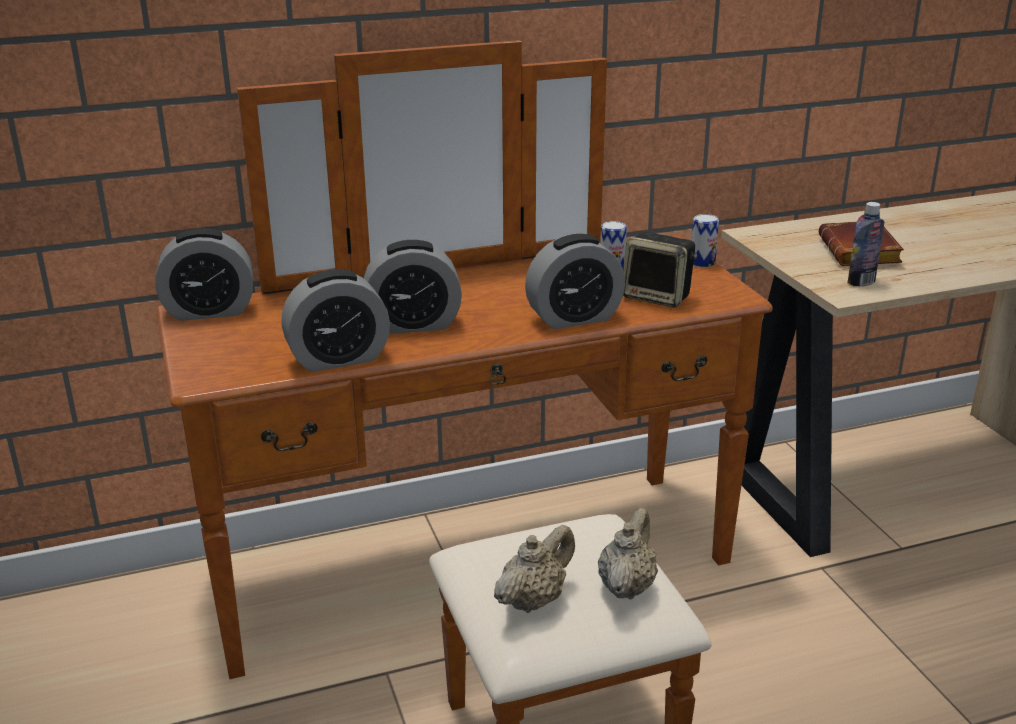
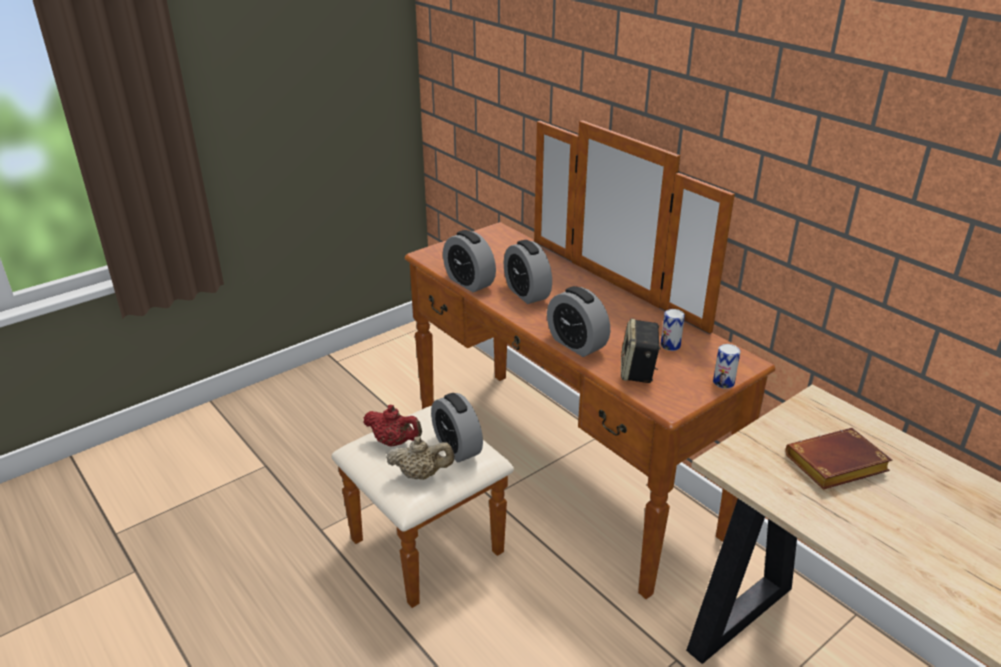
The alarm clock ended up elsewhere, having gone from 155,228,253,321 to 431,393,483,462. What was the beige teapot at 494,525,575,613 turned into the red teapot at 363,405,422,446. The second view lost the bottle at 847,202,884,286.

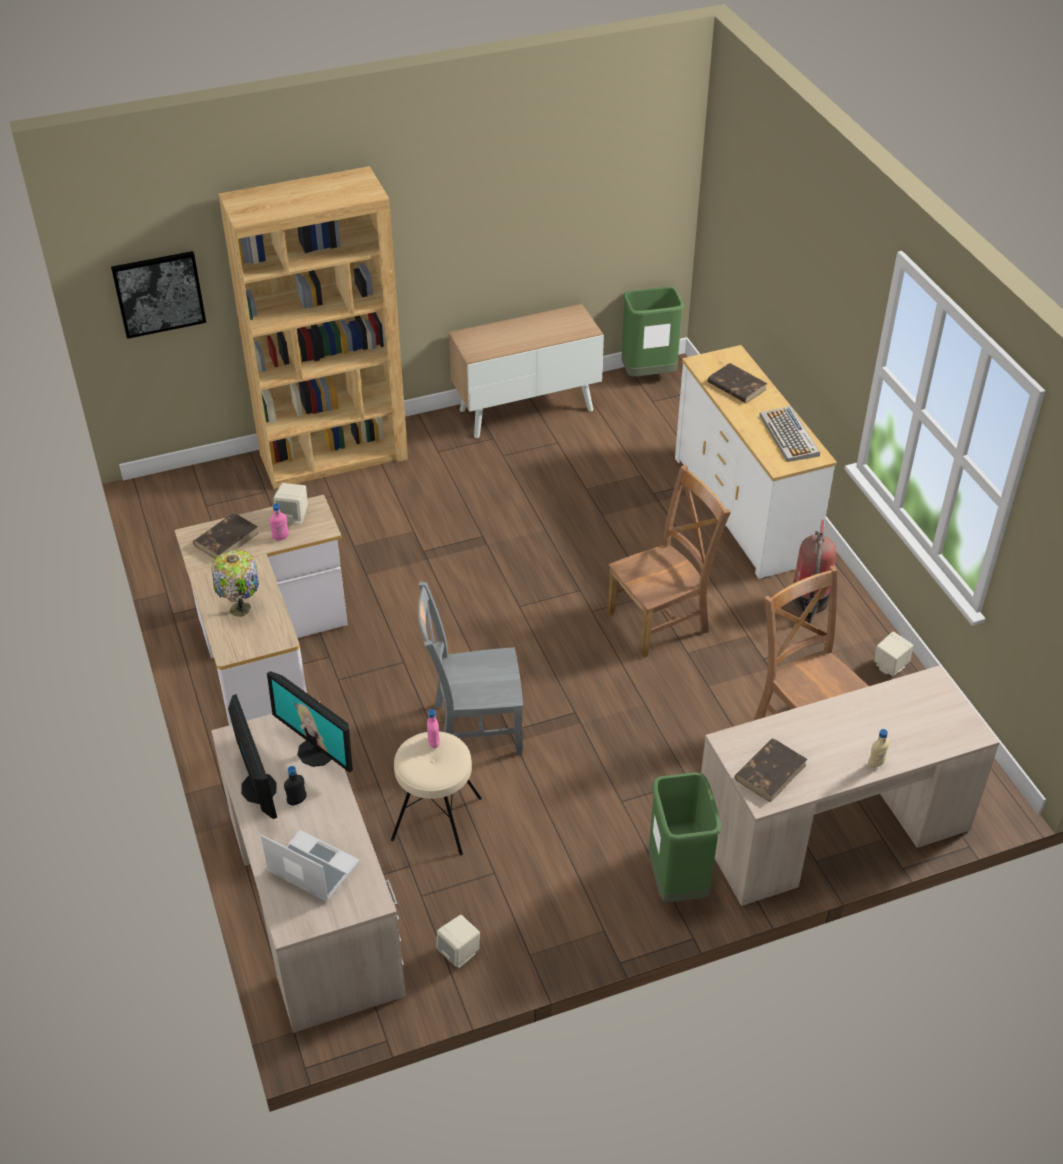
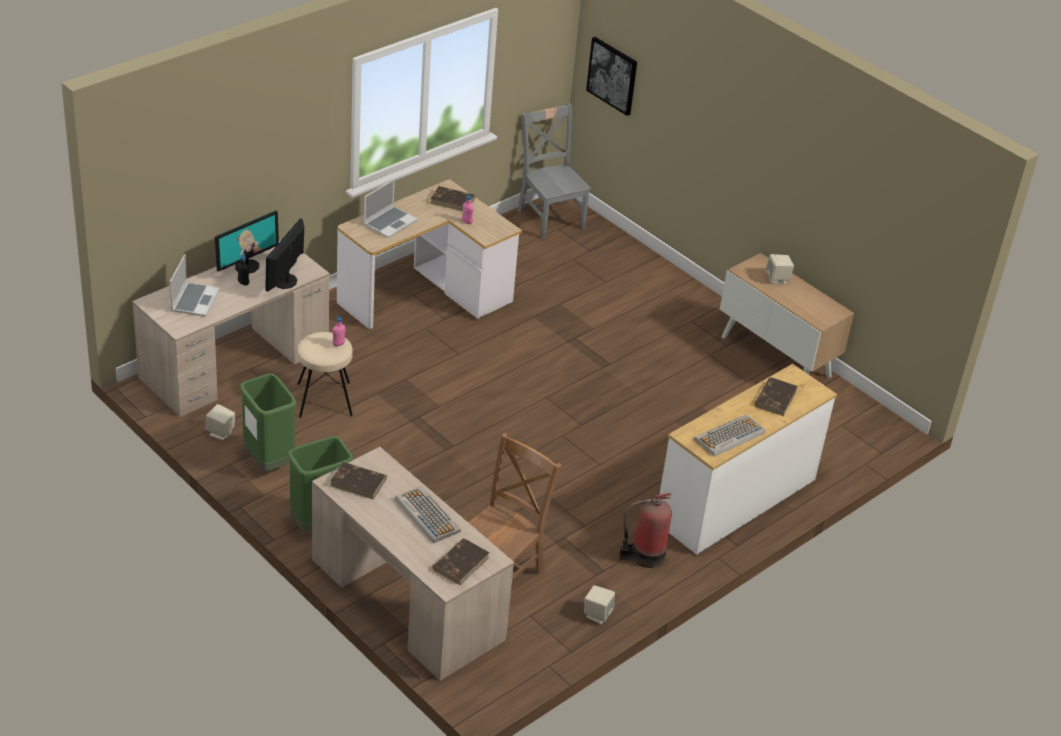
Where the table lamp stood at 211,550,259,617, the laptop came to stand at 364,179,418,238. The second view lost the brown bookcase at 218,166,408,489. The beige speaker ended up elsewhere, having gone from 273,483,308,524 to 766,254,794,285. The grey chair ended up elsewhere, having gone from 418,582,523,755 to 517,103,591,239. The second view lost the brown chair at 607,464,731,658. The green trash can ended up elsewhere, having gone from 621,287,684,377 to 240,374,296,471. The second view lost the beige bottle at 868,729,889,768. The second view gained the keyboard at 395,486,461,543. The second view gained the brown book at 433,538,490,585.

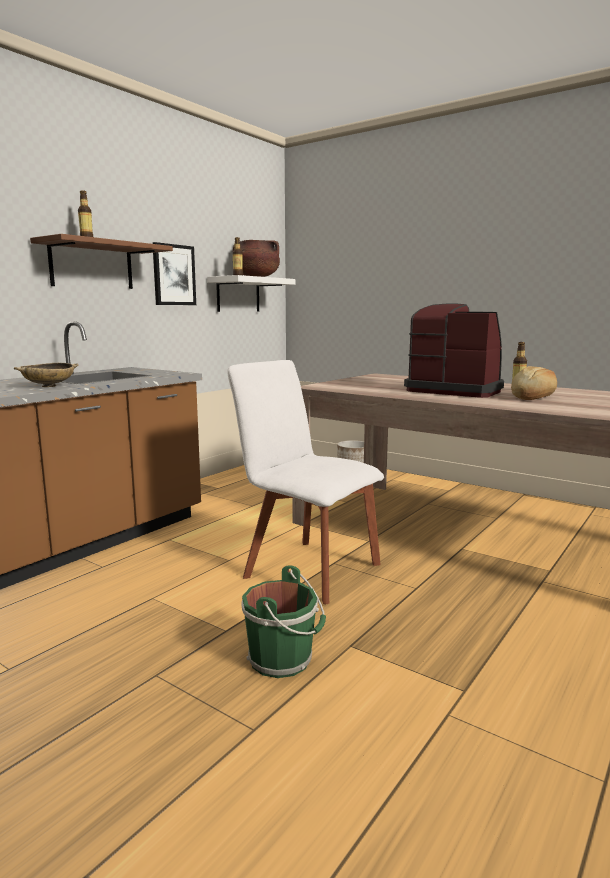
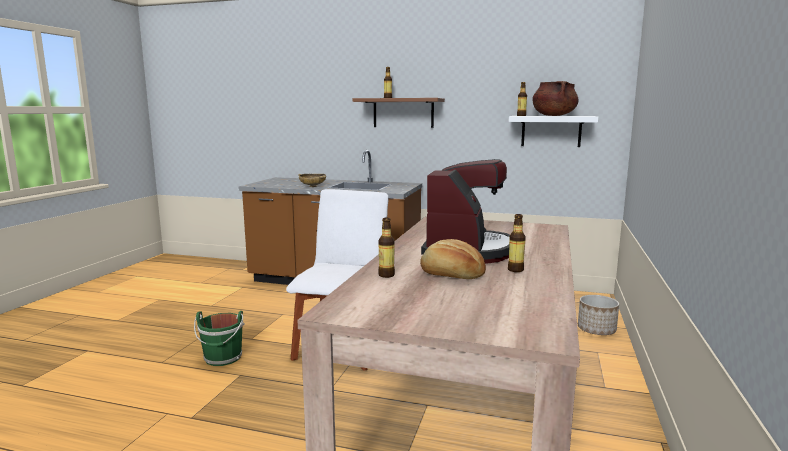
The second view lost the picture at 152,242,196,305. The second view gained the bottle at 378,217,395,278.

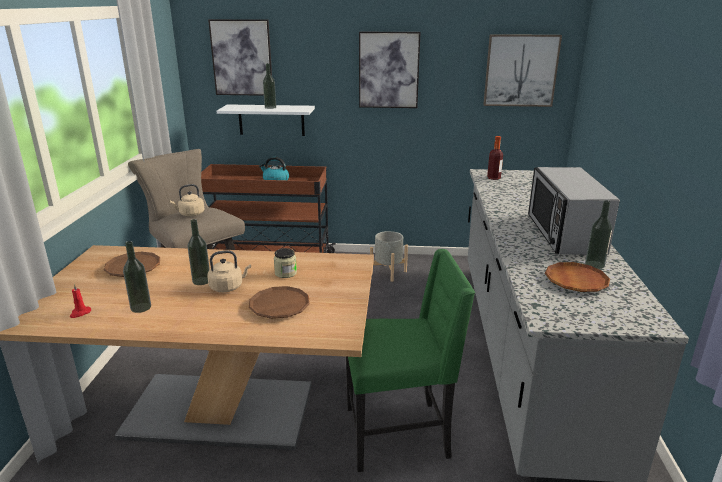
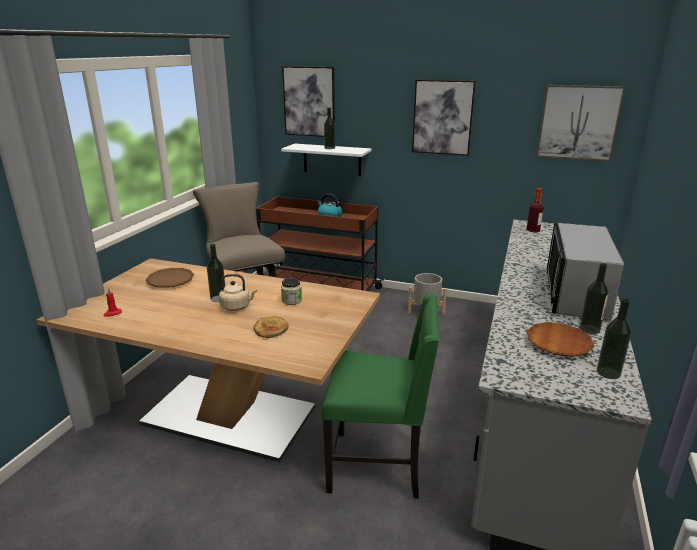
The bottle ended up elsewhere, having gone from 123,241,151,313 to 597,298,631,379. The second view lost the beige kettle at 170,184,204,216. Where the brown plate stood at 249,286,310,319, the bread came to stand at 253,317,289,338.

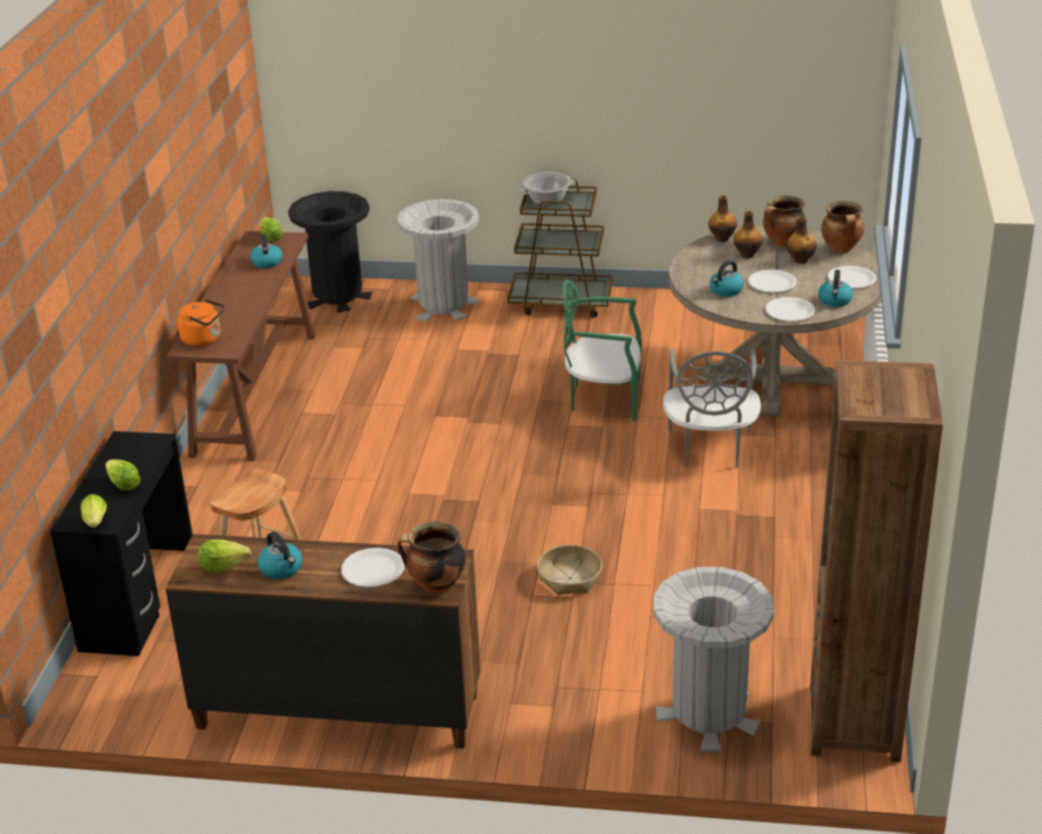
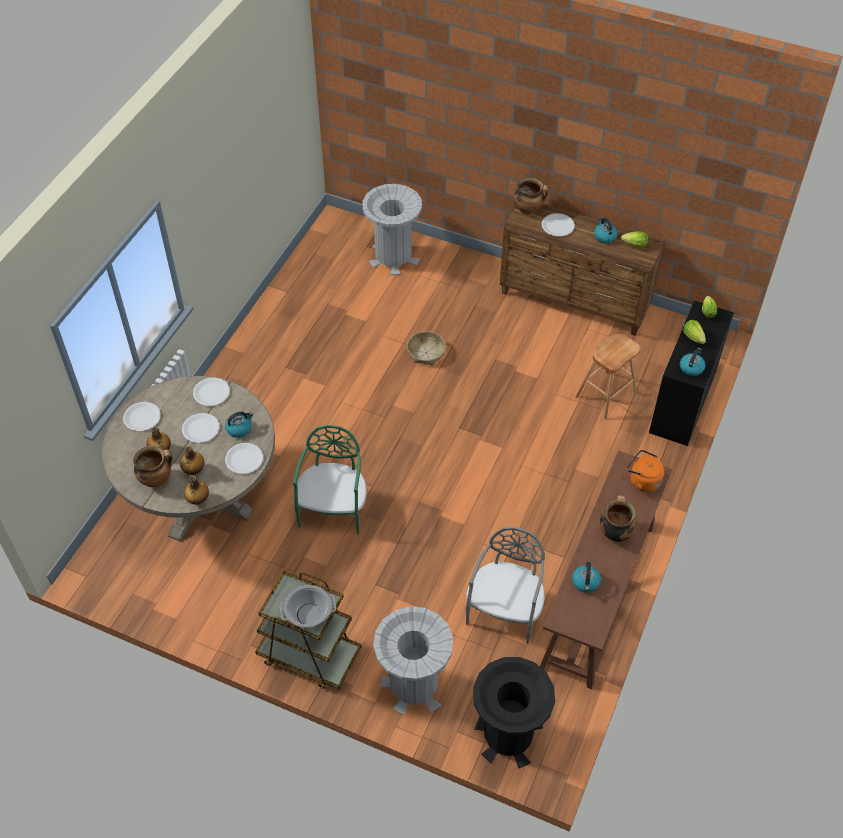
The second view lost the lettuce at 260,217,283,242. The green chair at 563,280,642,421 ended up facing another way, 105 degrees counterclockwise from before. The grey chair ended up elsewhere, having gone from 663,349,761,468 to 466,527,545,644. The second view lost the brown bookcase at 810,360,943,762. The kettle ended up elsewhere, having gone from 818,270,853,307 to 680,348,705,376. The cooking pot ended up elsewhere, having gone from 821,201,864,253 to 600,495,637,542. The second view gained the white plate at 225,443,263,474.

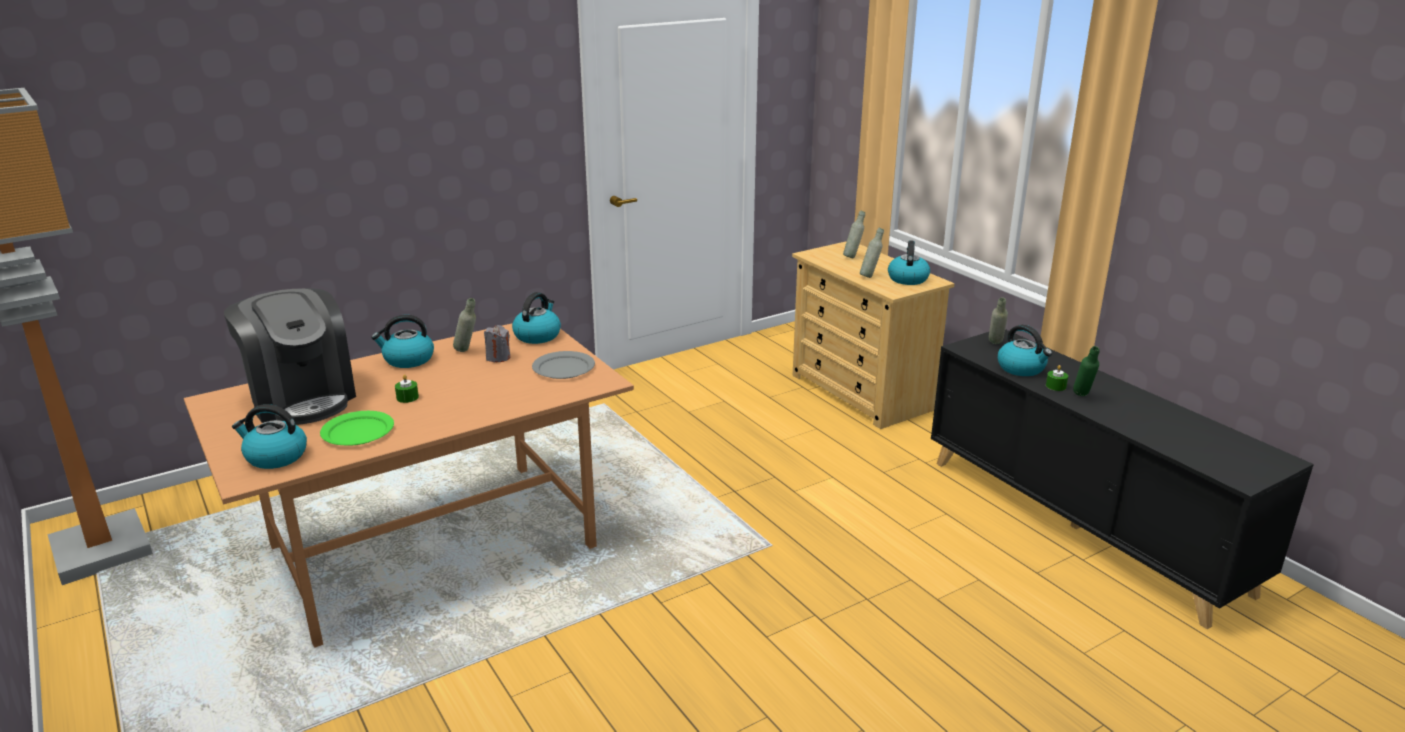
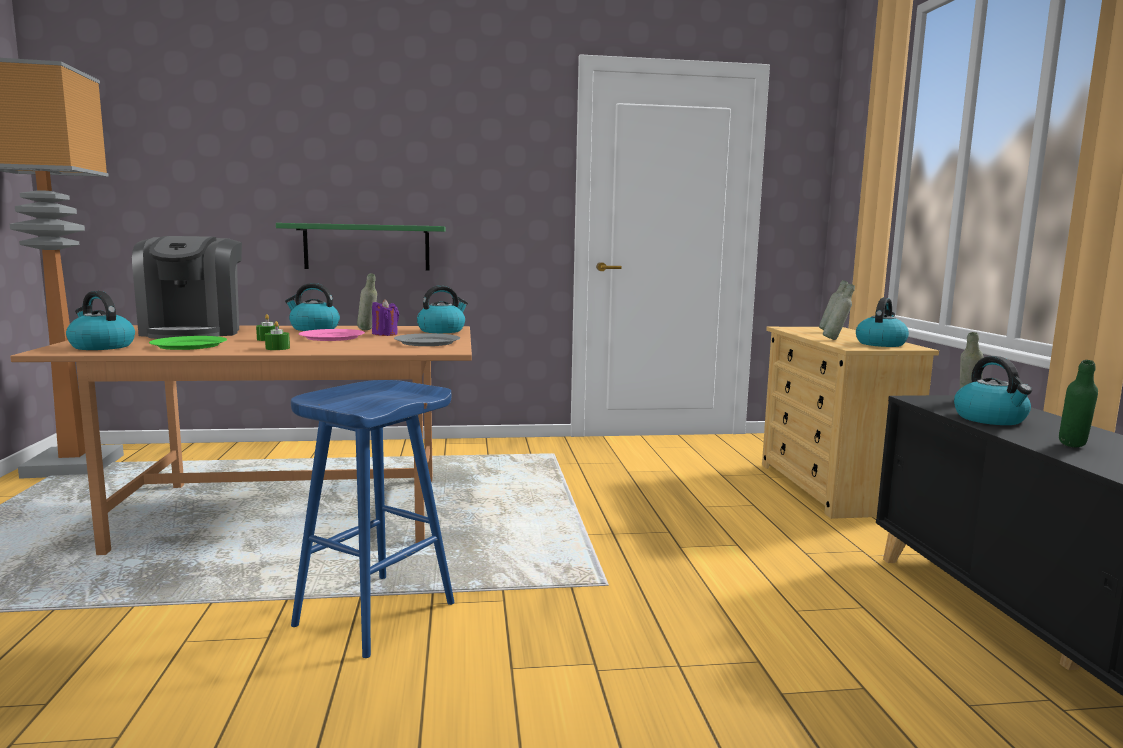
What was the grey candle at 484,325,510,362 turned into the purple candle at 372,299,399,336. The green candle ended up elsewhere, having gone from 1046,365,1068,391 to 265,321,290,350. The second view gained the green shelf at 276,223,446,271. The second view gained the blue stool at 291,380,455,658. The second view gained the pink plate at 299,329,365,341.

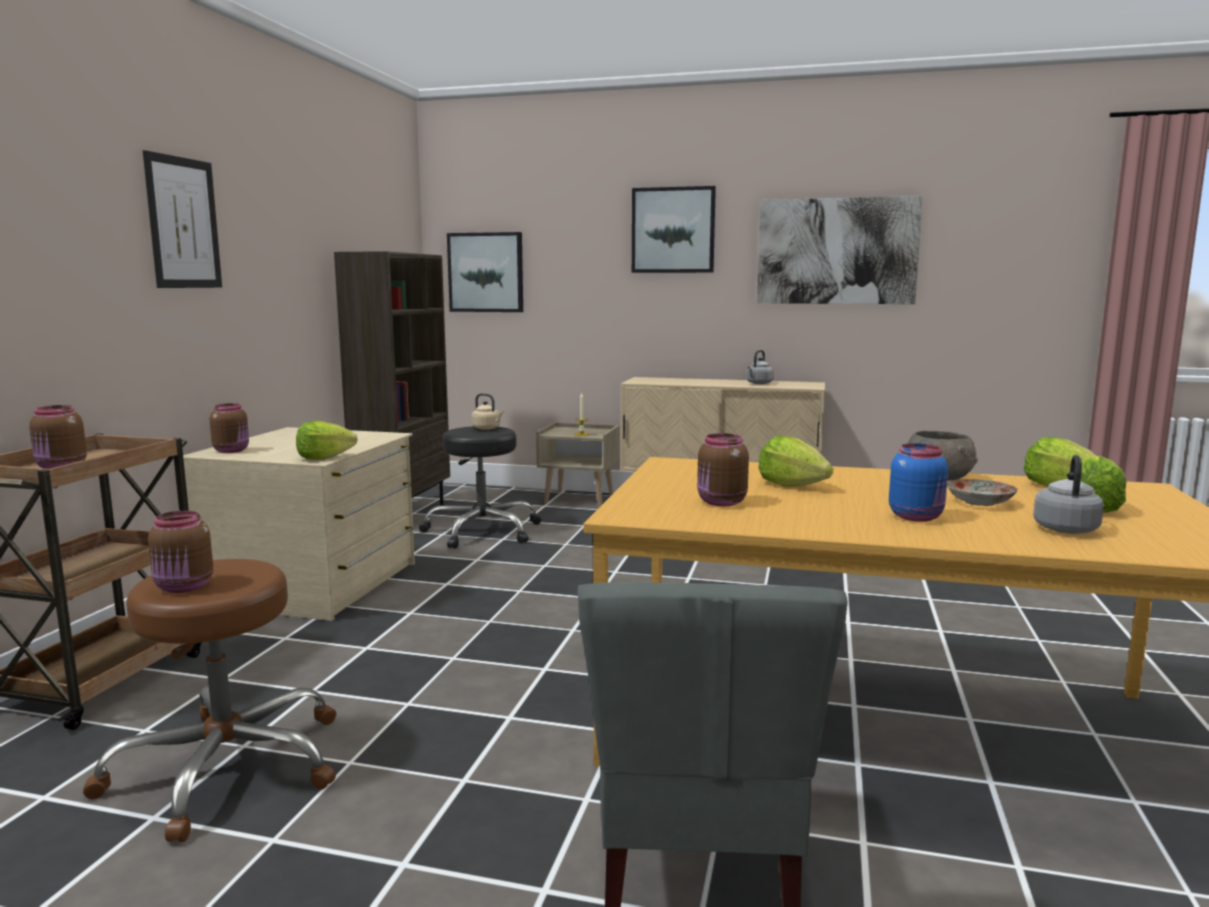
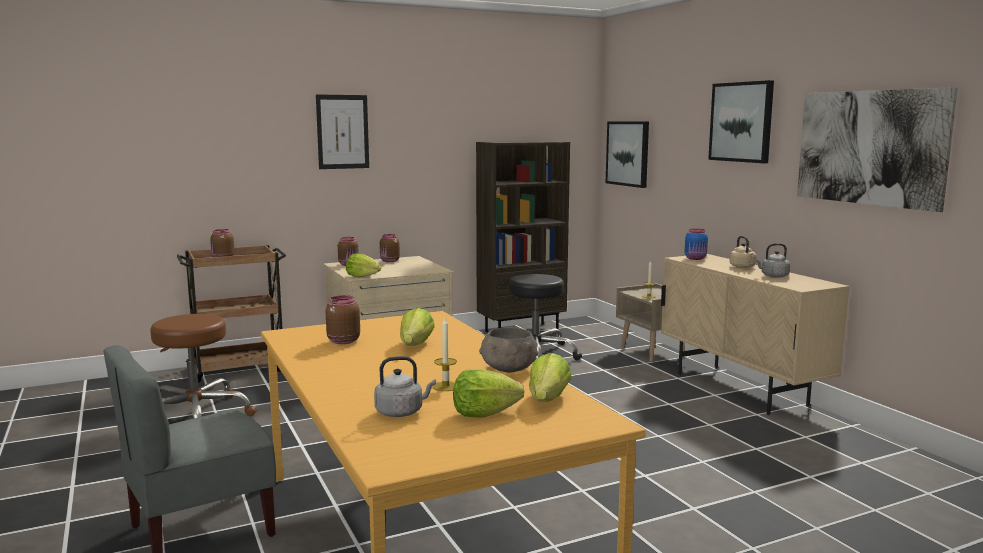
The brown jar ended up elsewhere, having gone from 148,511,213,593 to 380,234,400,262. The beige kettle ended up elsewhere, having gone from 471,393,504,430 to 730,236,756,268. The blue jar ended up elsewhere, having gone from 889,443,948,522 to 685,228,708,260. Where the plate stood at 947,479,1018,506, the candle came to stand at 432,318,457,391.

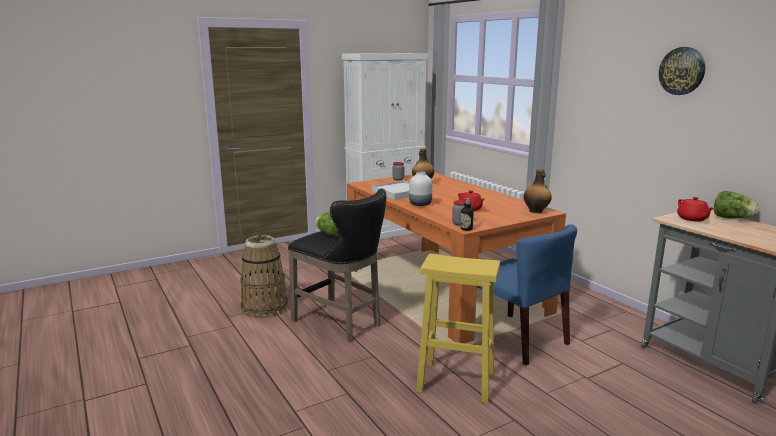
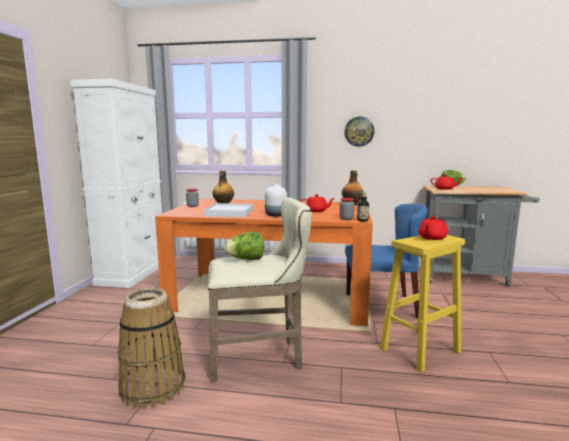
What was the black stool at 288,188,386,342 turned into the beige stool at 208,197,312,382. The wall clock ended up elsewhere, having gone from 659,47,705,95 to 344,116,375,147. The second view gained the red teapot at 418,216,448,240.

